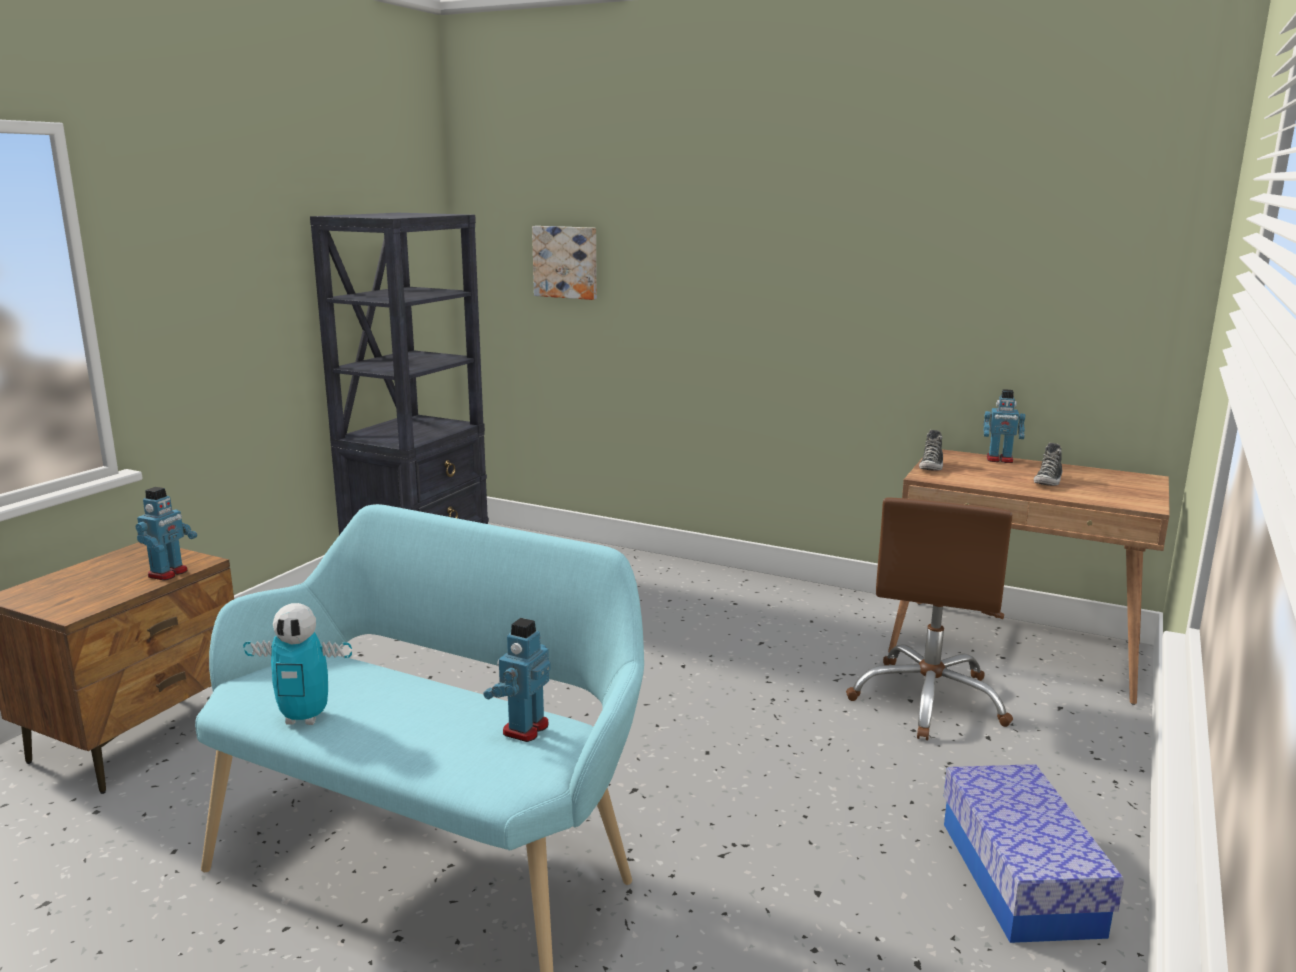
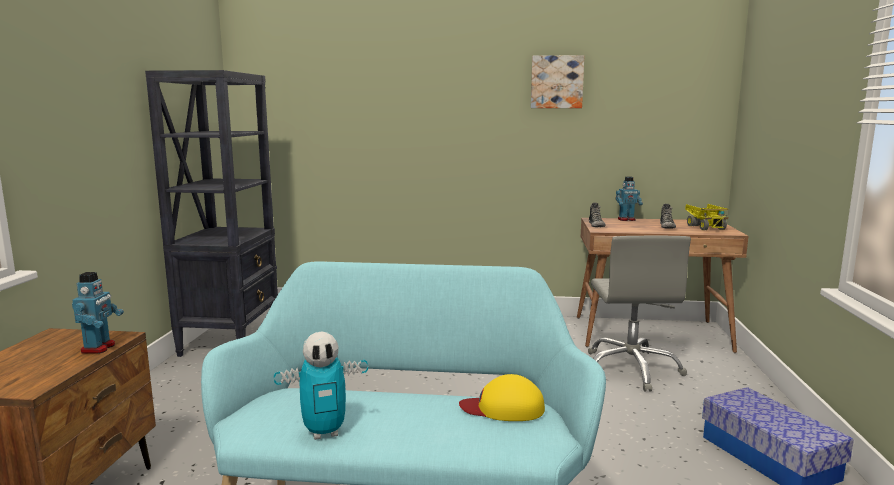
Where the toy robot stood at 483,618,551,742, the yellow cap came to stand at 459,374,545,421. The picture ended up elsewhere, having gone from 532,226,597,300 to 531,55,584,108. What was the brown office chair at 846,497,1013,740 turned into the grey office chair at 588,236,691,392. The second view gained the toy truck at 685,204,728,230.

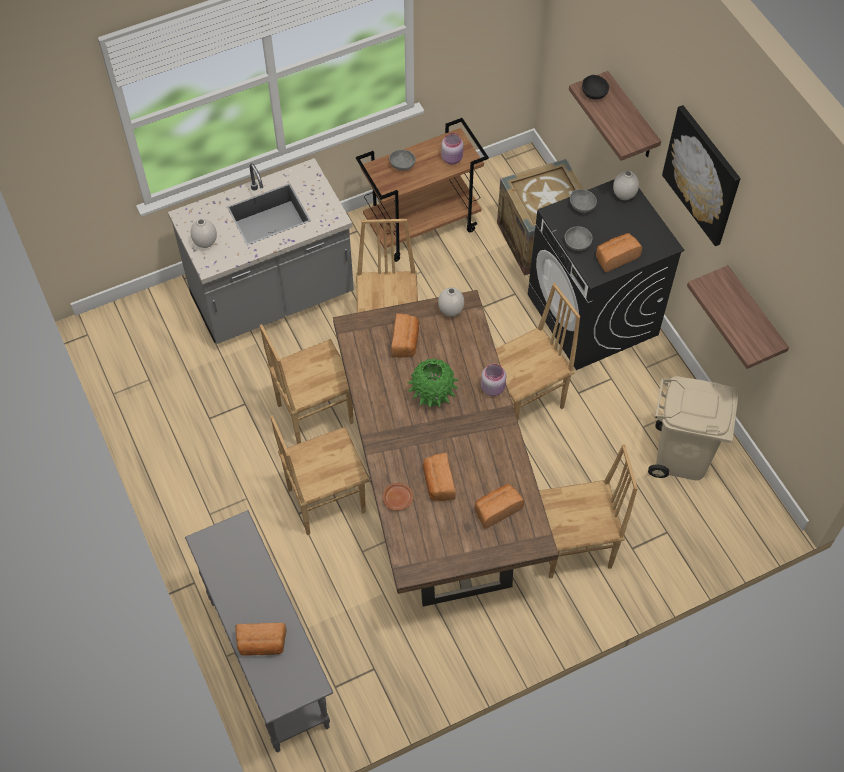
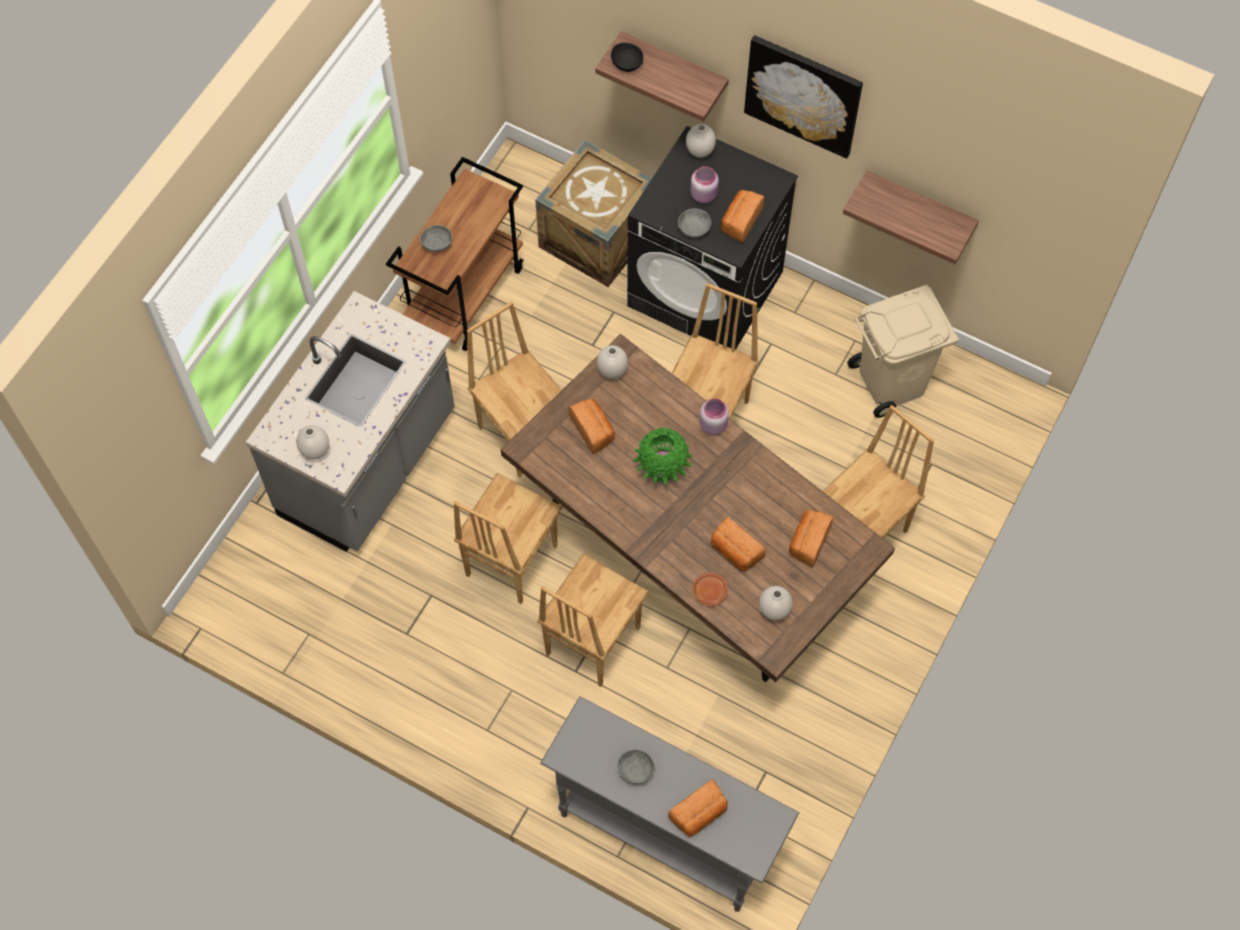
The pink jar ended up elsewhere, having gone from 441,133,463,164 to 690,166,719,204. The grey bowl ended up elsewhere, having gone from 570,189,597,213 to 617,749,655,784. The second view gained the white vase at 759,586,792,620.

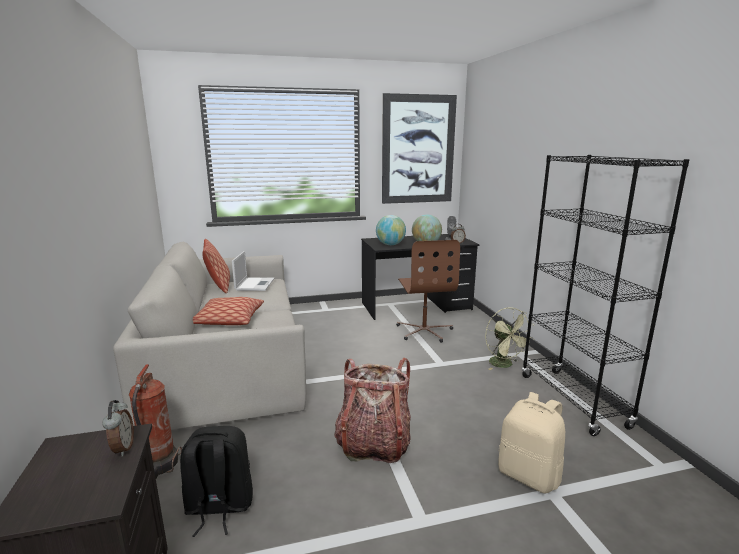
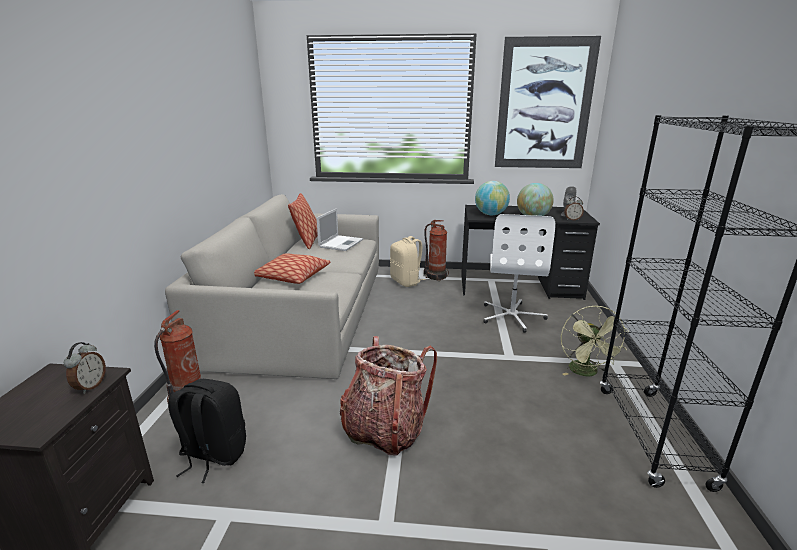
What was the brown office chair at 396,240,460,343 turned into the white office chair at 483,214,556,333. The beige backpack ended up elsewhere, having gone from 498,392,565,494 to 390,236,426,287. The second view gained the fire extinguisher at 424,220,449,281.

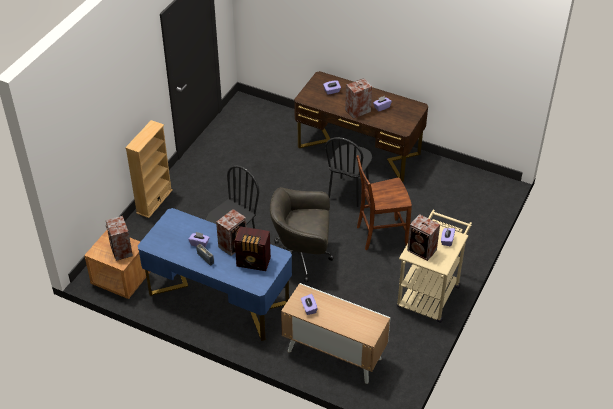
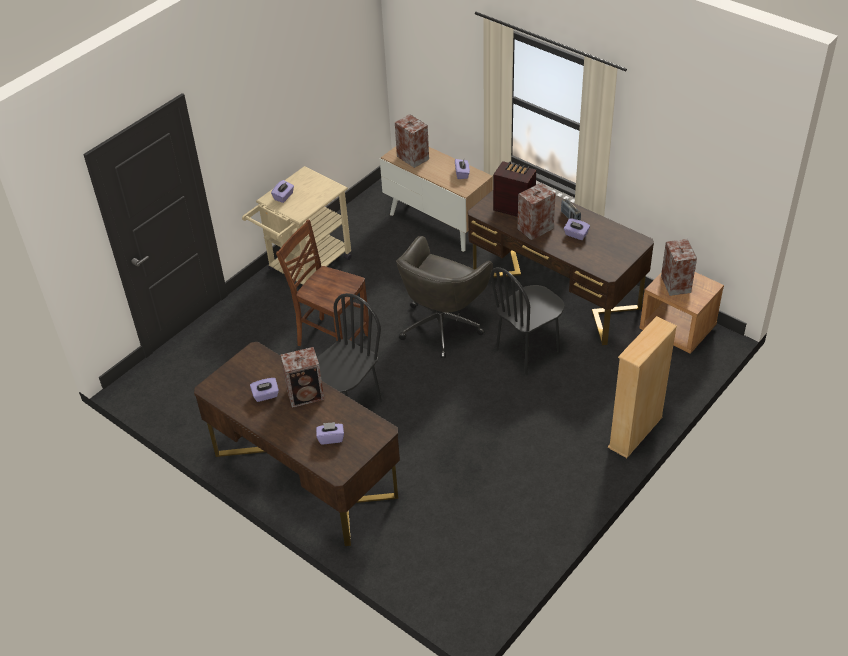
What was the blue desk at 138,208,292,341 turned into the brown desk at 468,190,654,345. The grey office chair at 270,187,334,282 ended up facing another way, 105 degrees clockwise from before. The brown chair at 357,155,412,250 ended up facing another way, 150 degrees counterclockwise from before. The speaker ended up elsewhere, having gone from 407,214,440,261 to 395,114,429,168.

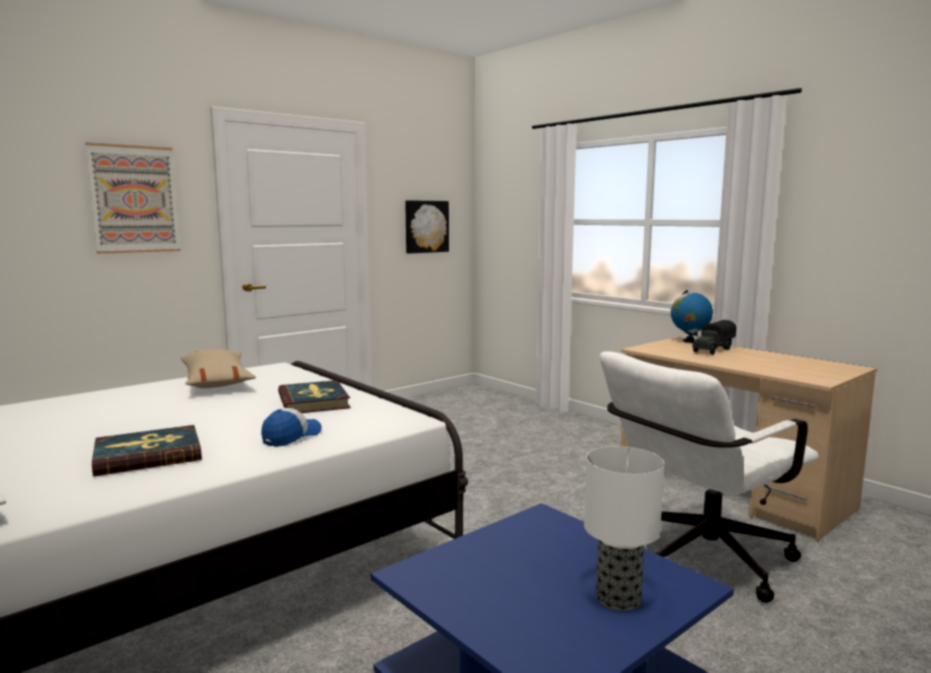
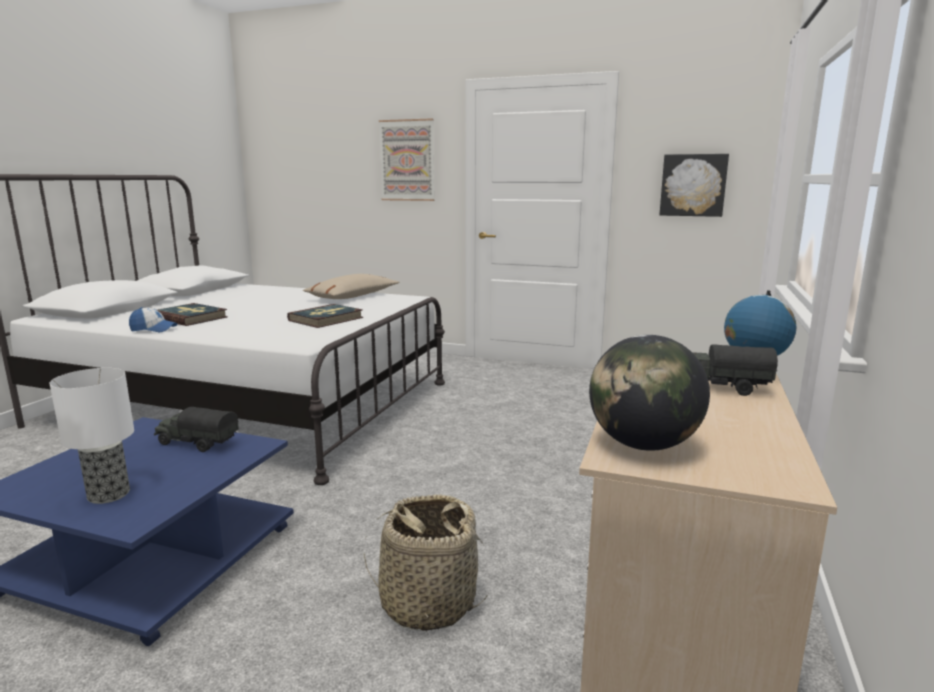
The cap ended up elsewhere, having gone from 261,408,322,447 to 129,307,178,332. Where the white office chair stood at 600,352,819,603, the basket came to stand at 364,494,488,631. The second view gained the toy truck at 154,407,239,452. The second view gained the globe at 589,335,710,451.

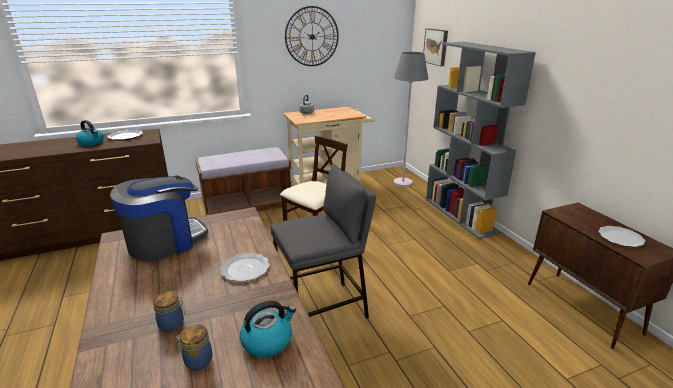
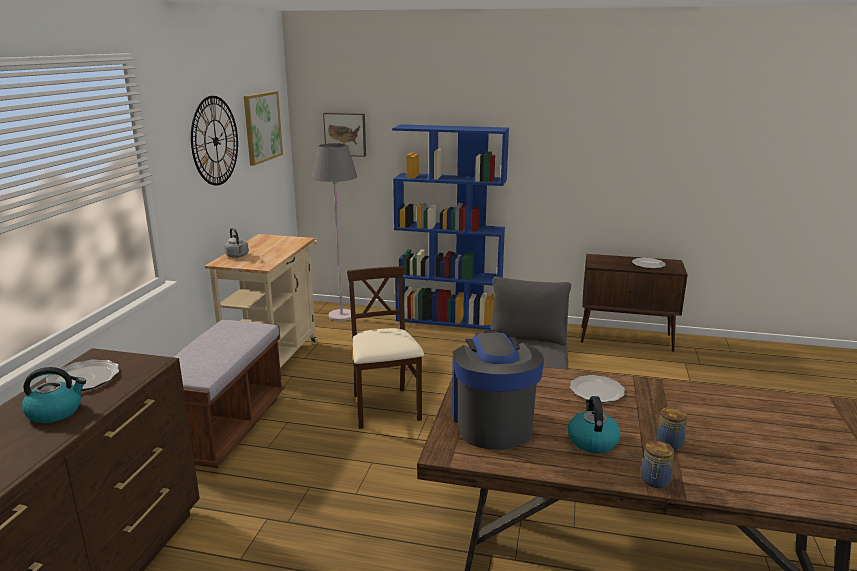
The jar ended up elsewhere, having gone from 176,324,212,371 to 641,441,674,488. The kettle ended up elsewhere, having gone from 240,301,296,358 to 568,396,620,453. What was the grey bookcase at 426,42,536,239 turned into the blue bookcase at 392,124,509,330. The second view gained the picture at 244,91,283,166.

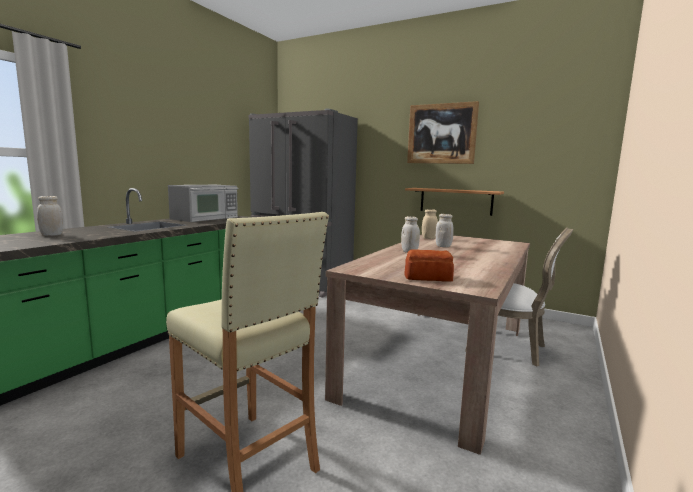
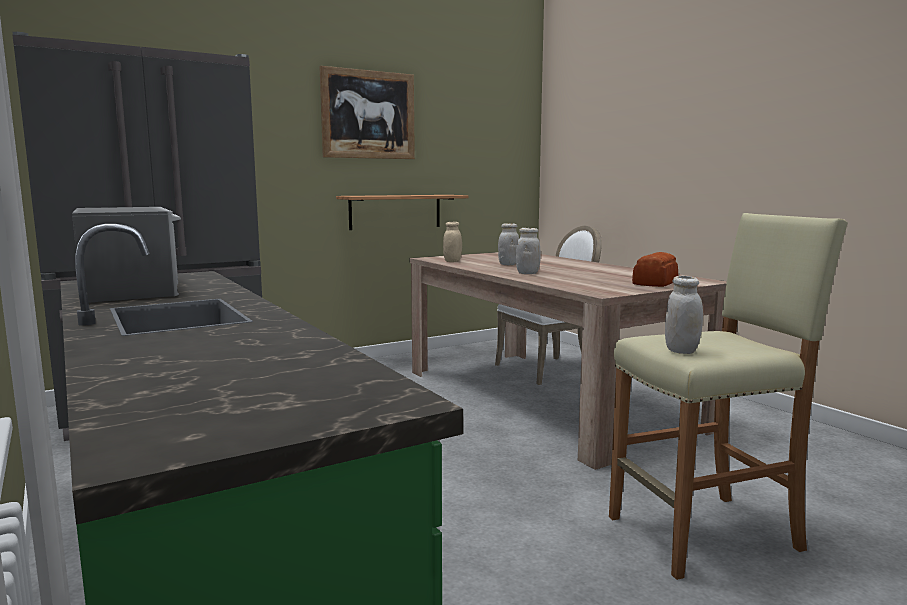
The white jar ended up elsewhere, having gone from 37,196,63,236 to 665,276,703,354.

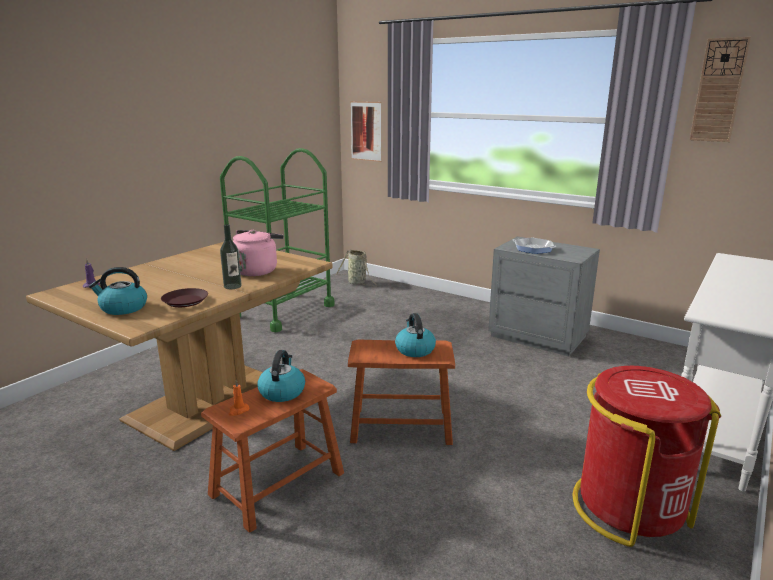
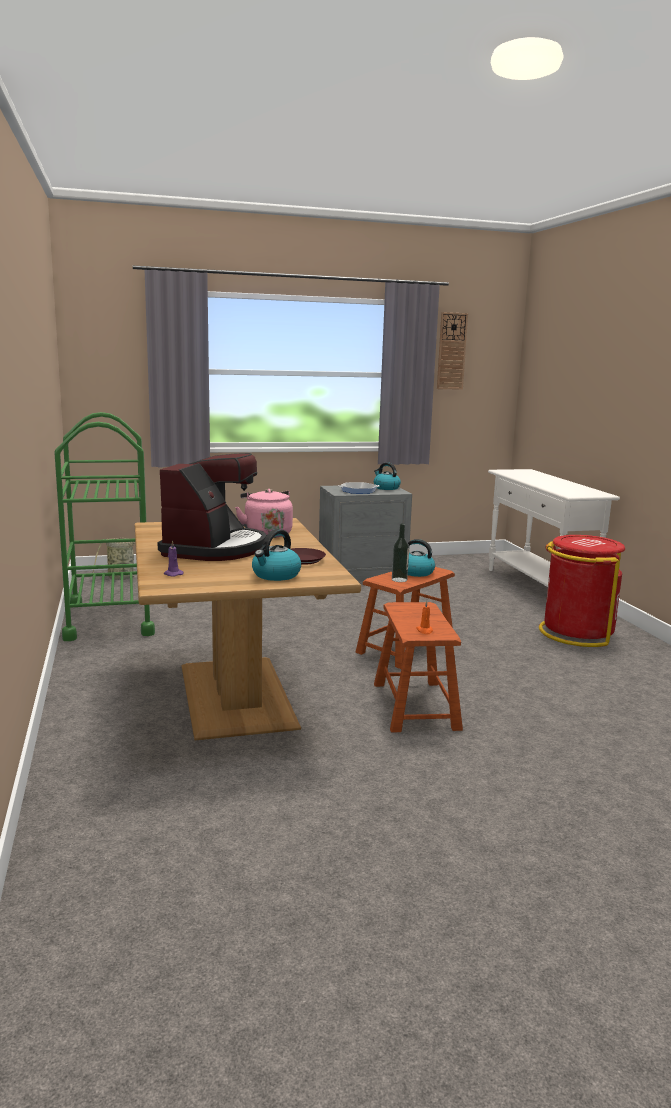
The bottle ended up elsewhere, having gone from 220,224,242,289 to 392,523,409,582. The kettle ended up elsewhere, having gone from 257,350,305,402 to 374,462,401,490. The second view lost the picture at 350,101,382,162. The second view gained the coffee machine at 157,453,266,561.

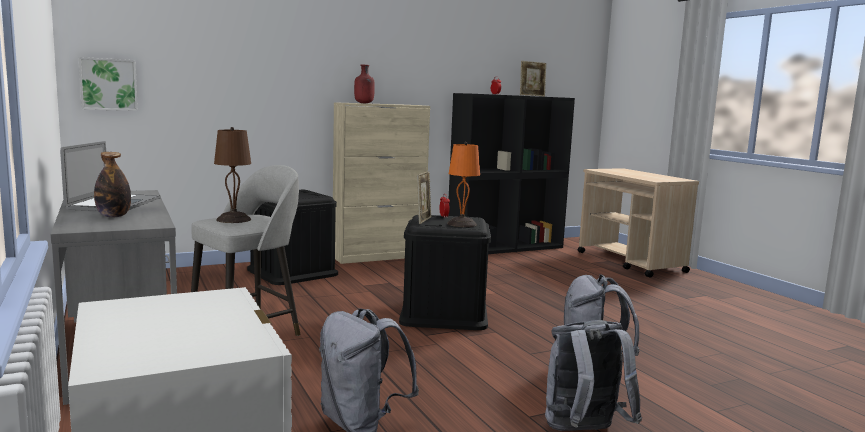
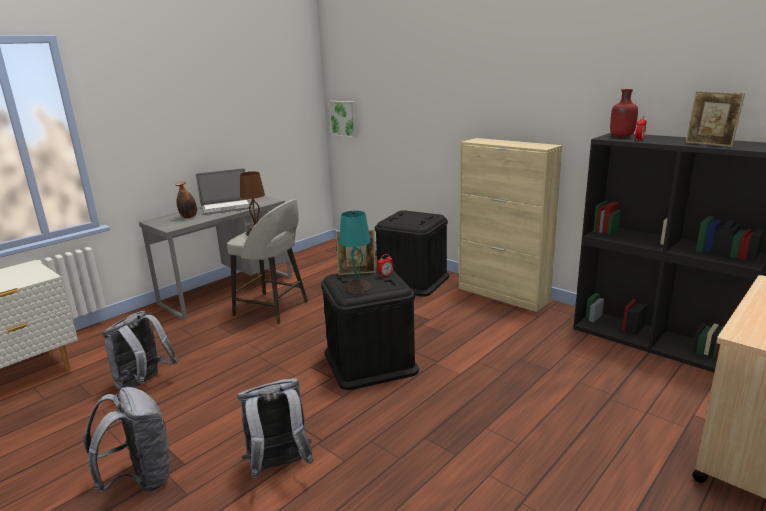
The red bottle ended up elsewhere, having gone from 354,65,375,103 to 610,89,638,137. What was the orange table lamp at 447,142,480,227 turned into the turquoise table lamp at 339,211,372,294.

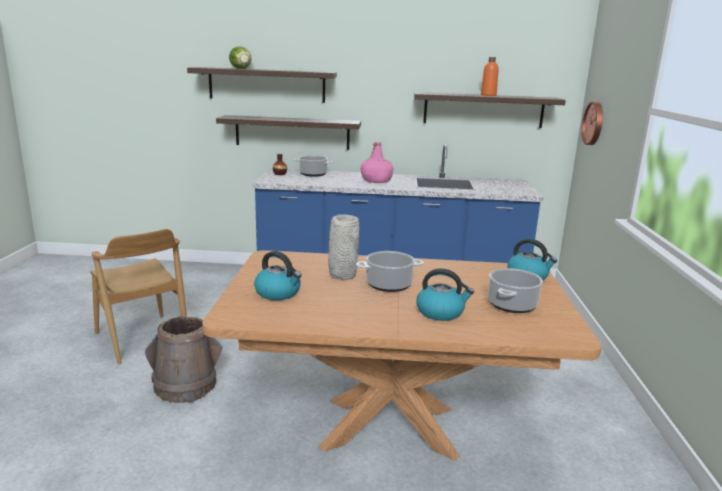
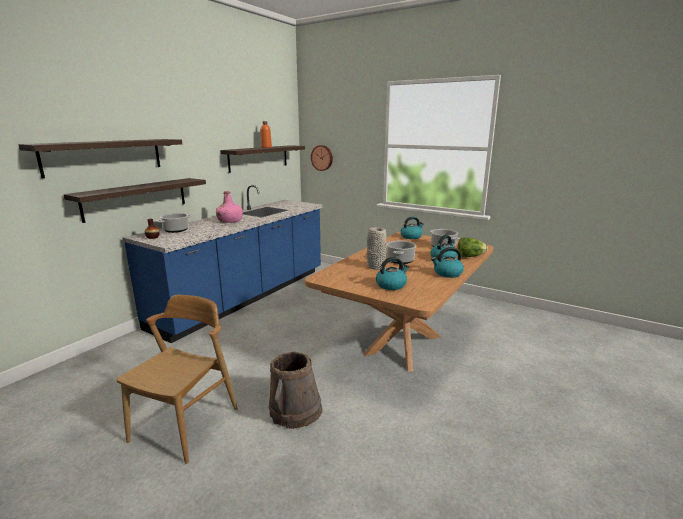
The brown chair at 90,229,187,365 ended up facing another way, 60 degrees counterclockwise from before. The lettuce ended up elsewhere, having gone from 229,47,252,69 to 458,237,488,257. The second view gained the kettle at 431,247,464,278.

